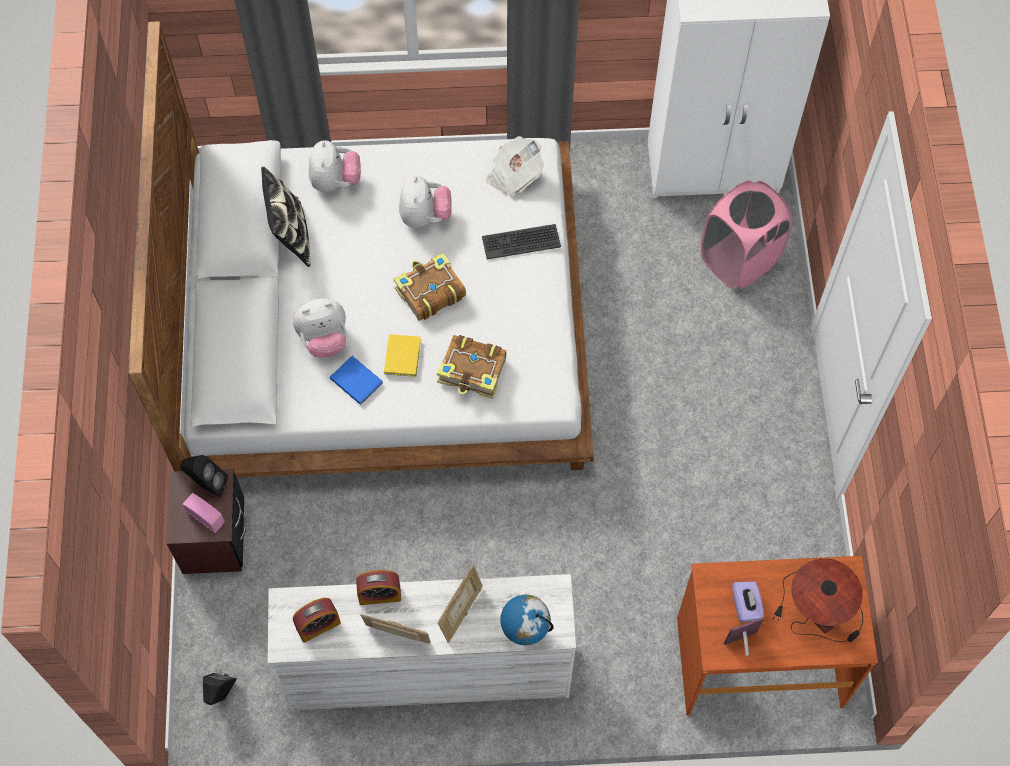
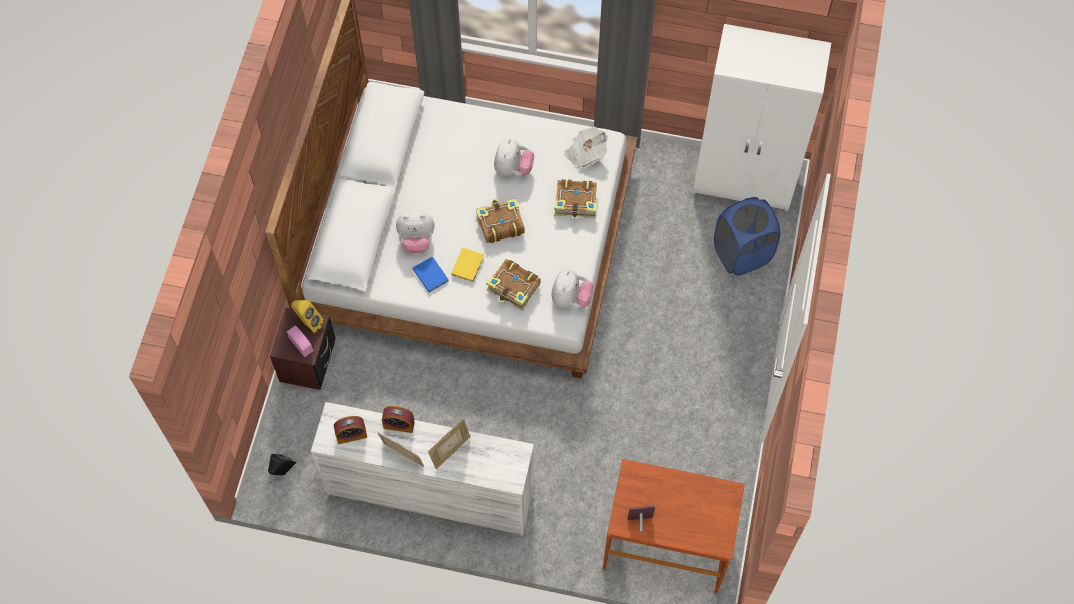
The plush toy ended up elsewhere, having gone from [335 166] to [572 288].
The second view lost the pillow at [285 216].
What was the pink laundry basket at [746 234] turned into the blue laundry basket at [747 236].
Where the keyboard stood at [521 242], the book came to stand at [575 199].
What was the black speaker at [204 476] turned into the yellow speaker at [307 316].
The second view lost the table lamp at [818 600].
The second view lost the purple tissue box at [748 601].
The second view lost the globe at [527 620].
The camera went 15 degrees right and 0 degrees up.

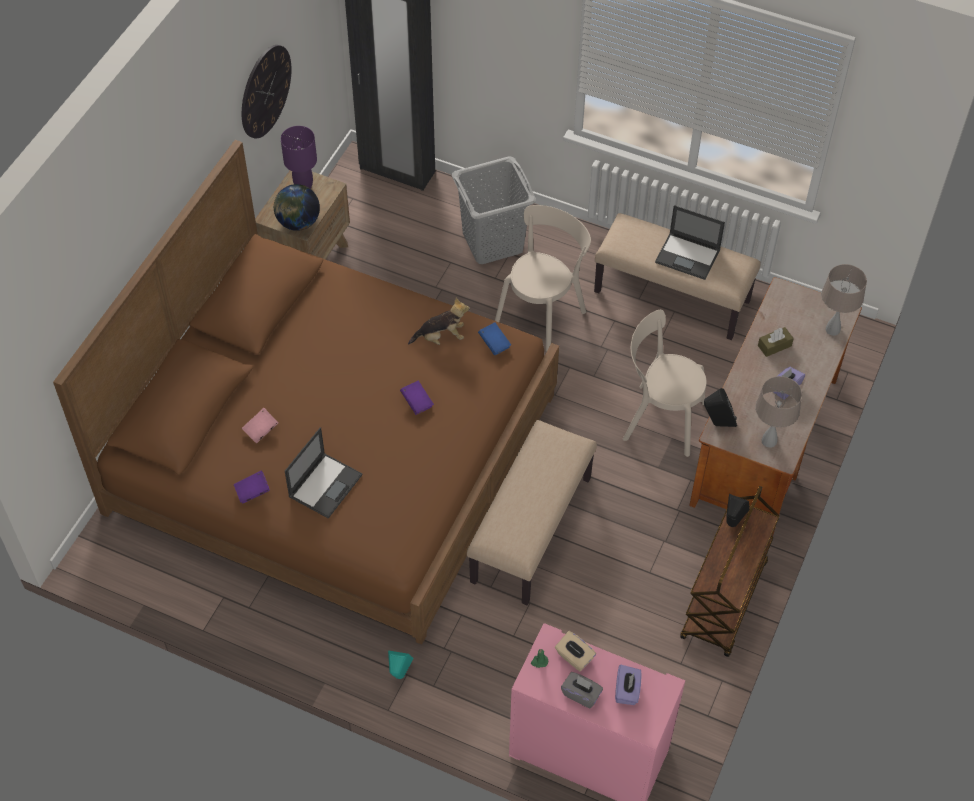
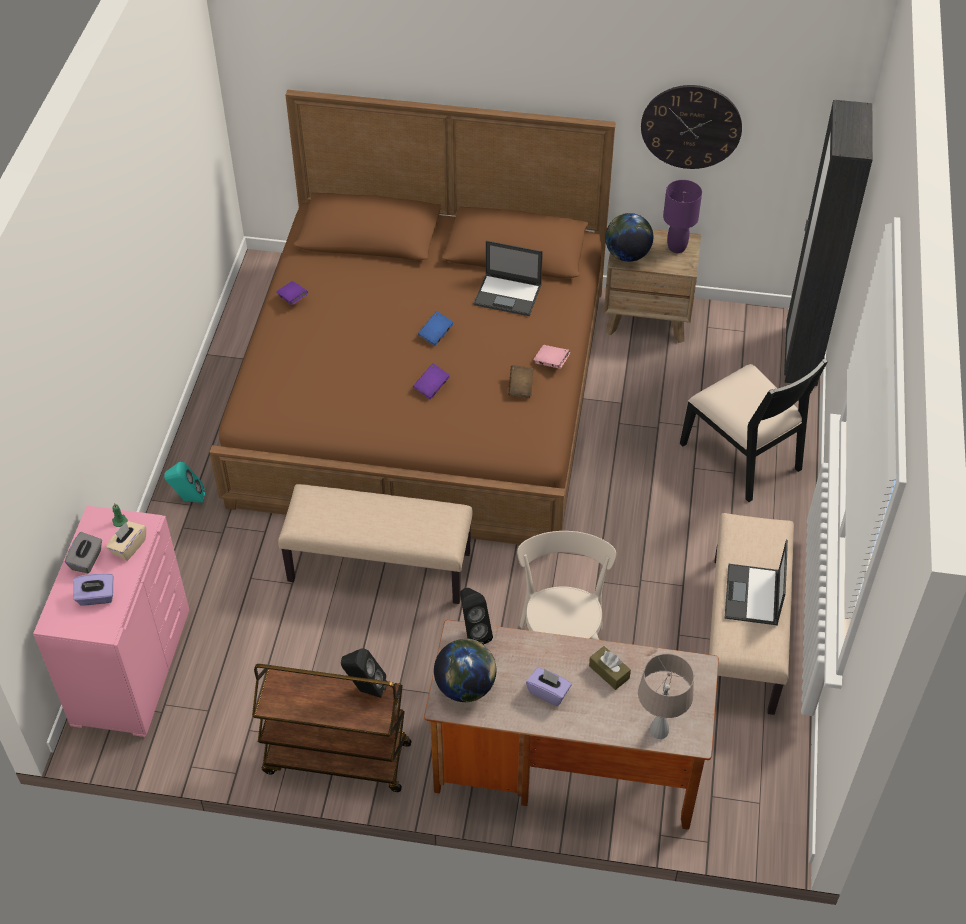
Where the grey laundry basket stood at [494 210], the black chair came to stand at [754 430].
The second view lost the beige chair at [543 278].
Where the plush toy stood at [438 321], the brown book came to stand at [521 381].
The blue book ended up elsewhere, having gone from [494 339] to [435 328].
Where the beige table lamp stood at [778 412], the globe came to stand at [465 671].
The pink book ended up elsewhere, having gone from [260 425] to [552 357].
The laptop ended up elsewhere, having gone from [323 473] to [508 278].
The camera went 75 degrees right and 5 degrees down.

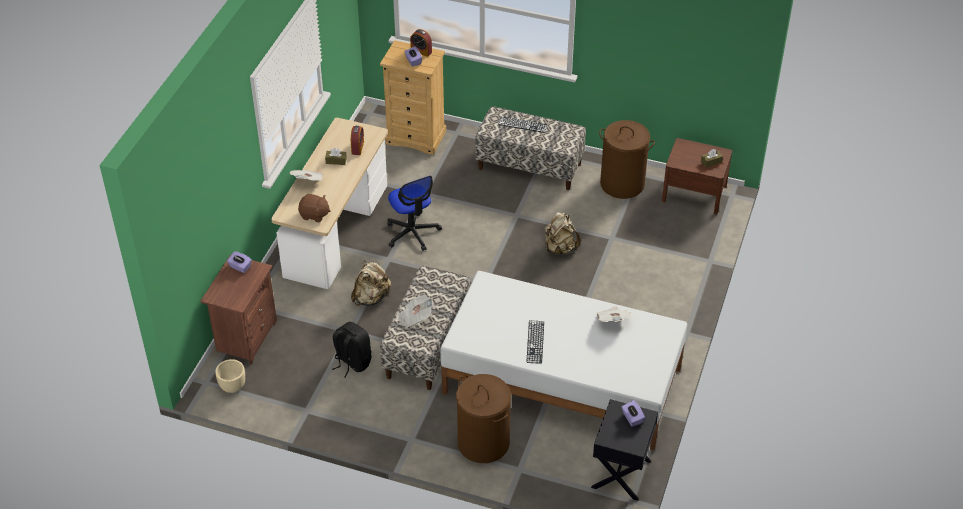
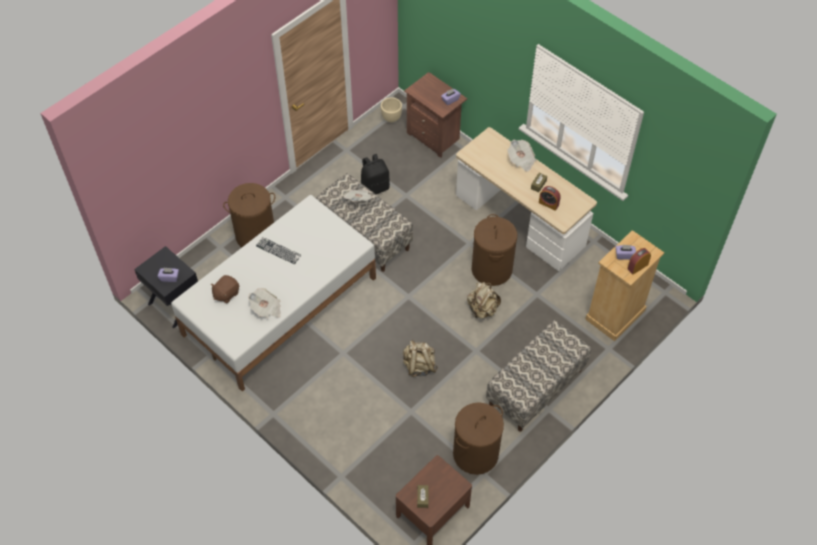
The second view lost the keyboard at [523 124].
Where the office chair stood at [414 213], the brown laundry basket came to stand at [494 250].
The brown plush toy ended up elsewhere, having gone from [314 208] to [225 289].
The beige backpack ended up elsewhere, having gone from [371 283] to [484 300].
The camera went 115 degrees right and 10 degrees up.

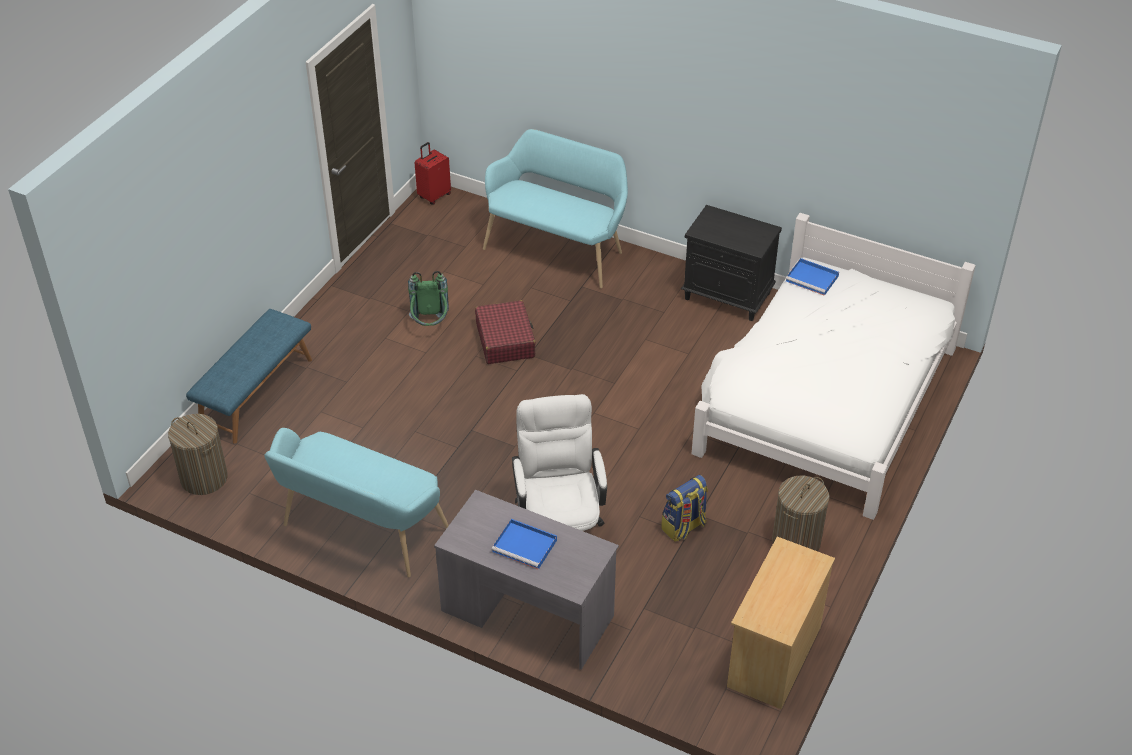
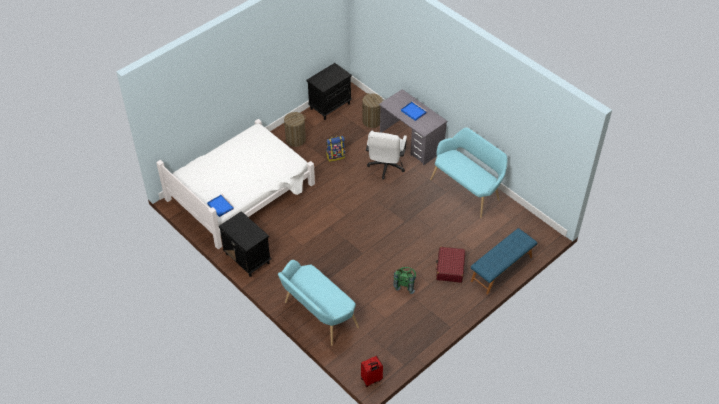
The red suitcase ended up elsewhere, having gone from [505 332] to [450 265].
The laundry basket ended up elsewhere, having gone from [198 454] to [372 110].
Where the beige dresser stood at [781 623], the black nightstand came to stand at [329 91].
The camera went 160 degrees left and 5 degrees up.

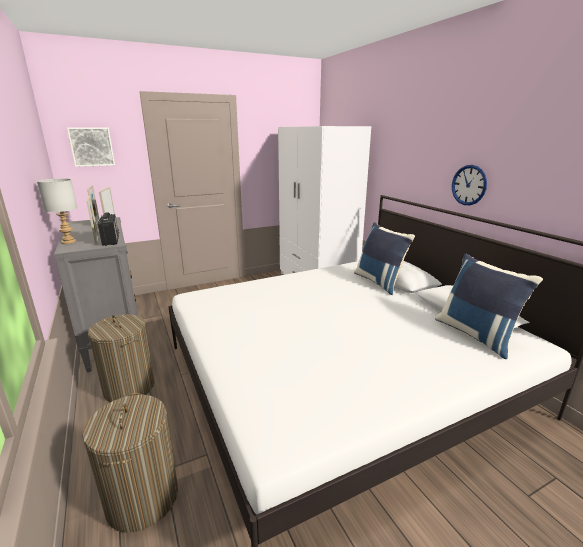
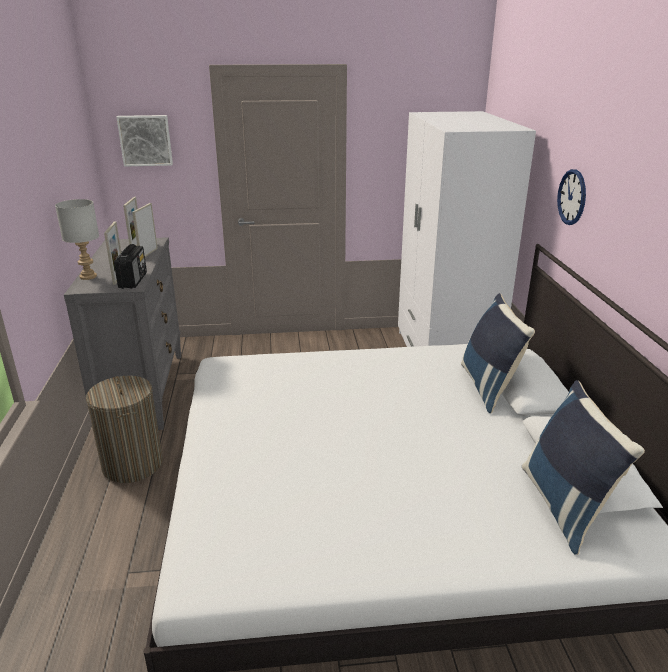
The wall clock ended up elsewhere, having gone from [469 185] to [571 197].
The second view lost the laundry basket at [130 463].
The camera went 20 degrees right and 5 degrees up.

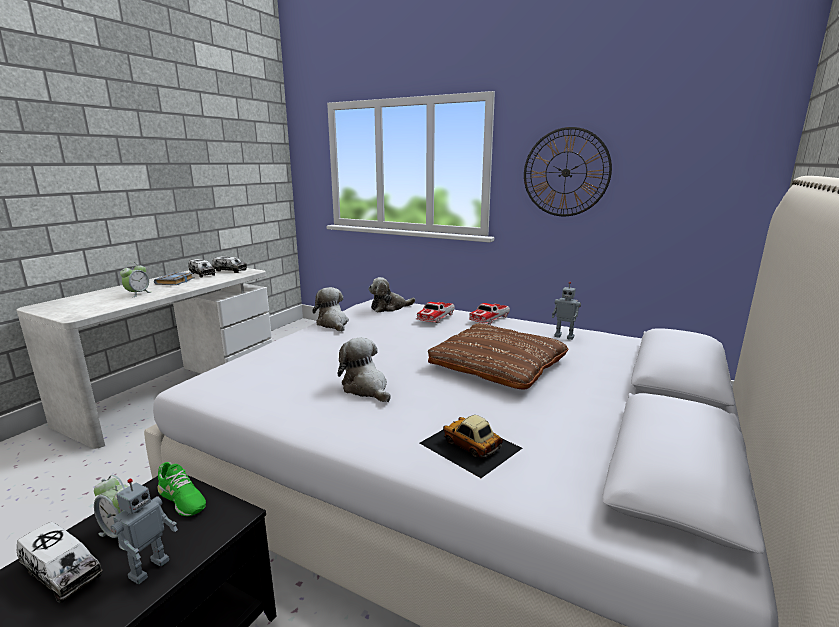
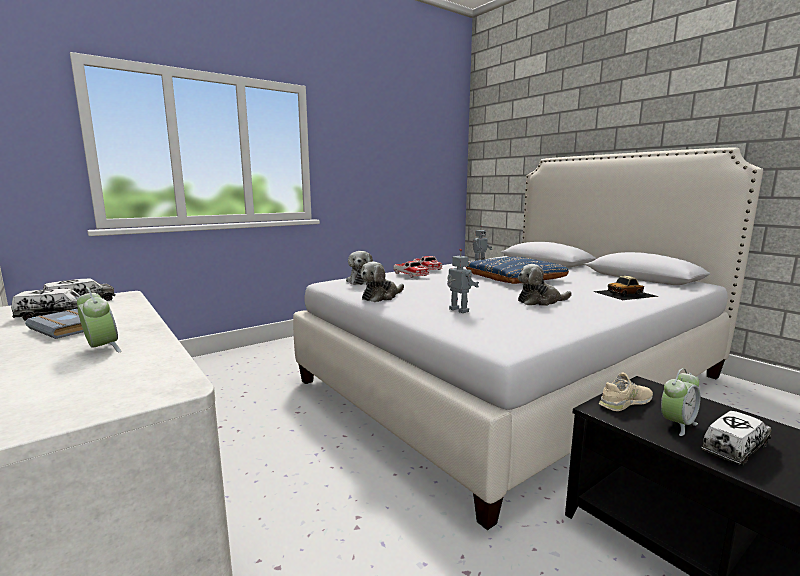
The second view lost the wall clock at [568 171].
The plush toy at [330 309] ended up facing another way, 45 degrees counterclockwise from before.
What was the brown pillow at [498 356] turned into the blue pillow at [517 270].
What was the green shoe at [181 489] turned into the beige shoe at [626 392].
The toy robot ended up elsewhere, having gone from [144 531] to [463 281].
The camera went 65 degrees left and 5 degrees down.

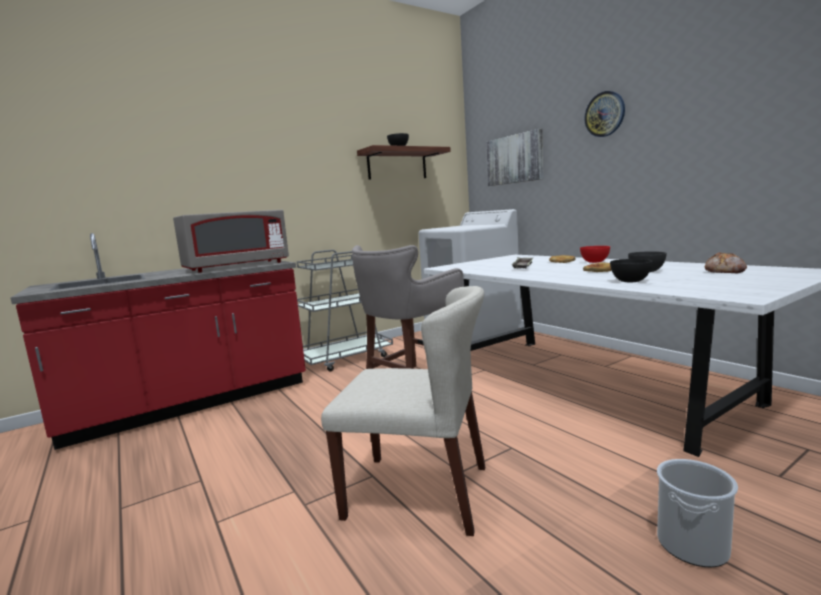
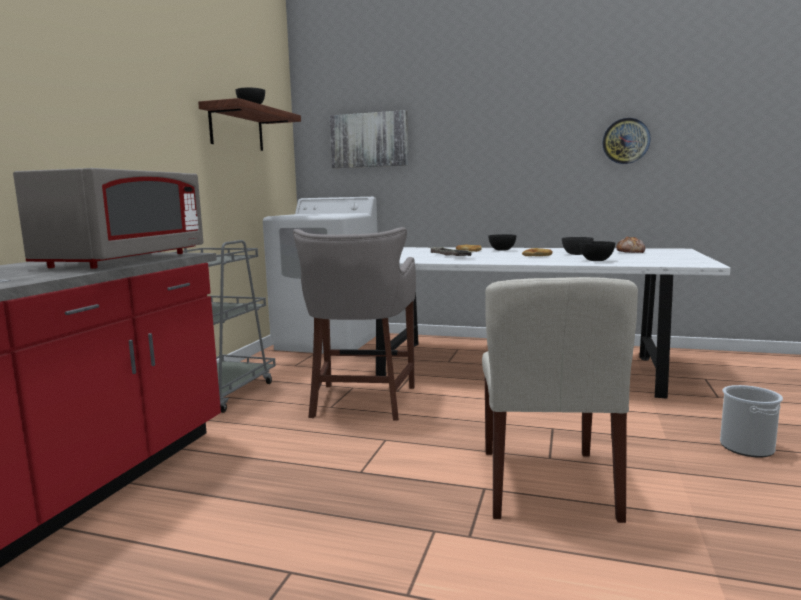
The wall clock ended up elsewhere, having gone from [604 114] to [626 141].
What was the red bowl at [595 254] turned into the black bowl at [502 242].
The beige chair at [403 411] ended up facing another way, 120 degrees clockwise from before.
The camera went 40 degrees left and 0 degrees up.

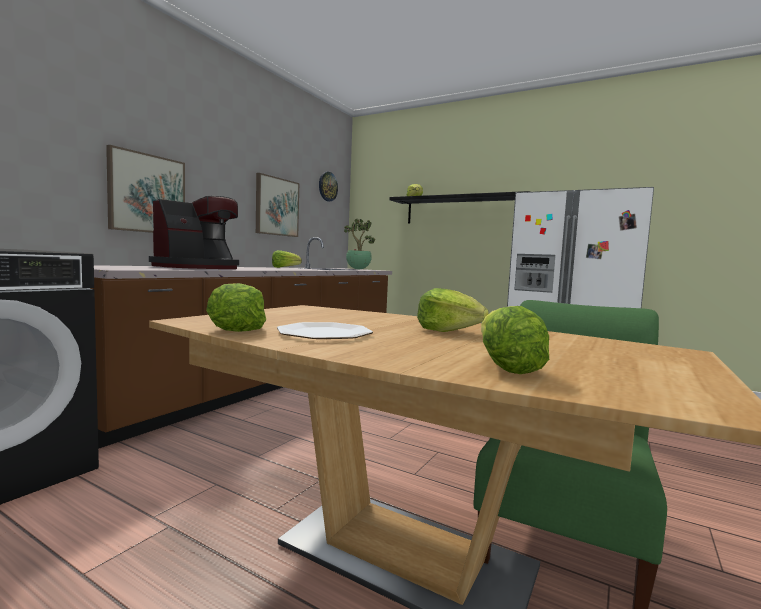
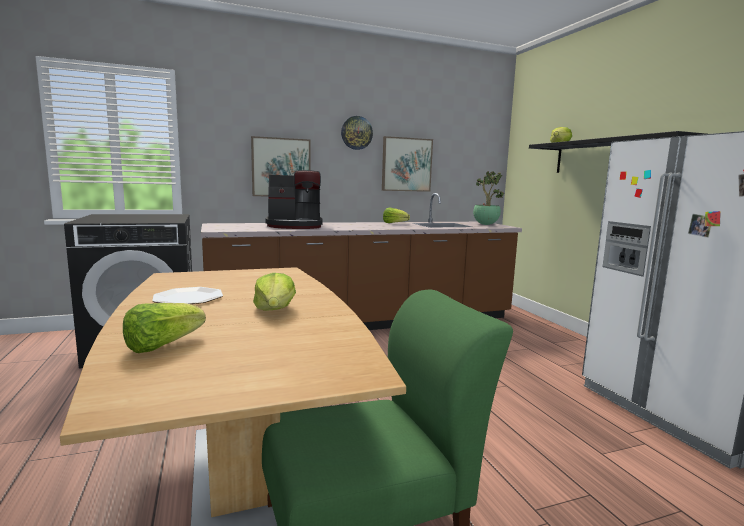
The wall clock ended up elsewhere, having gone from [328 187] to [357 133].
The second view lost the lettuce at [236 307].
The camera went 40 degrees right and 5 degrees up.

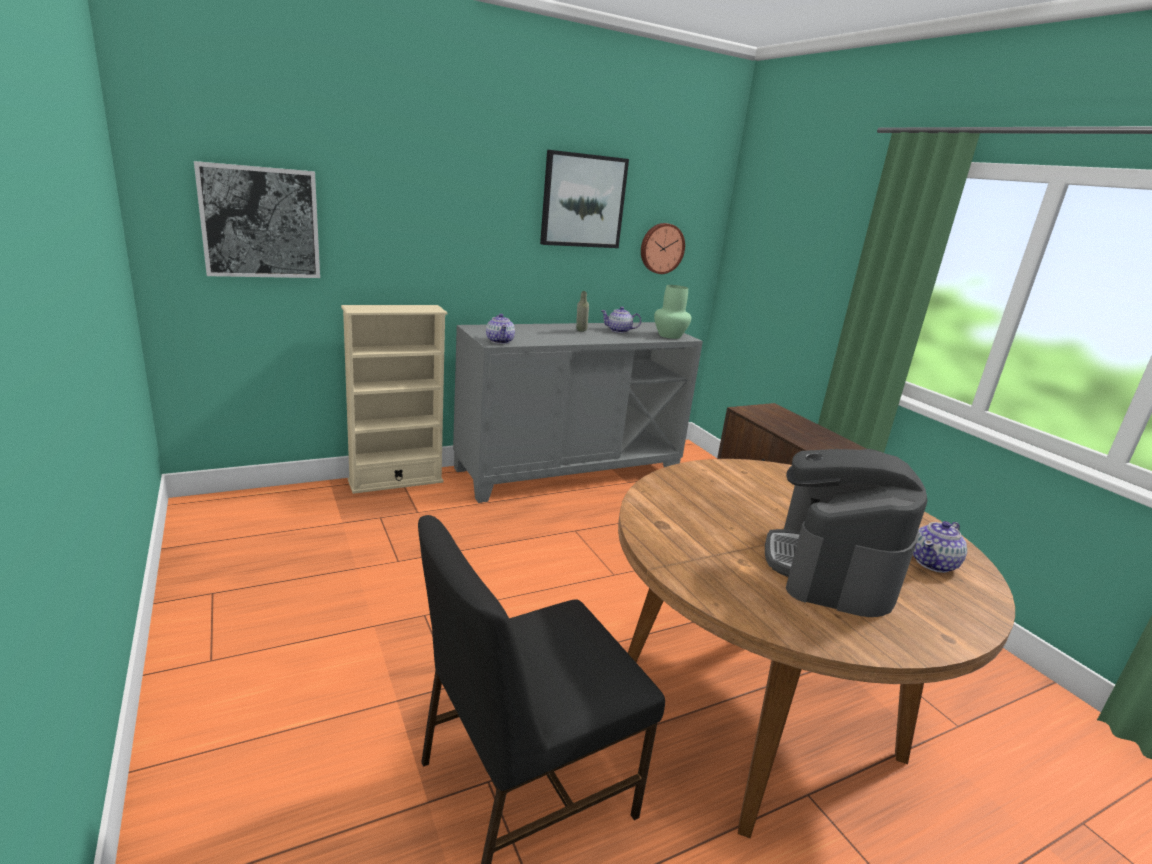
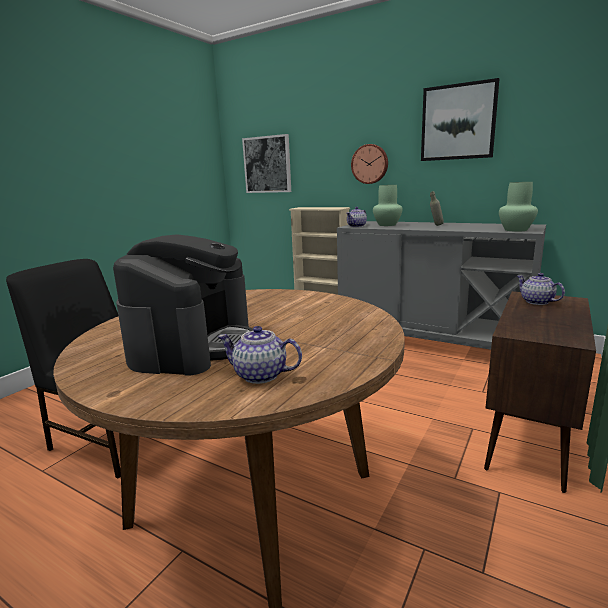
The wall clock ended up elsewhere, having gone from [663 248] to [369 164].
The teapot ended up elsewhere, having gone from [621 320] to [541 289].
The coffee machine at [846 533] ended up facing another way, 120 degrees clockwise from before.
The second view gained the green vase at [388 205].
The camera went 60 degrees right and 5 degrees down.

